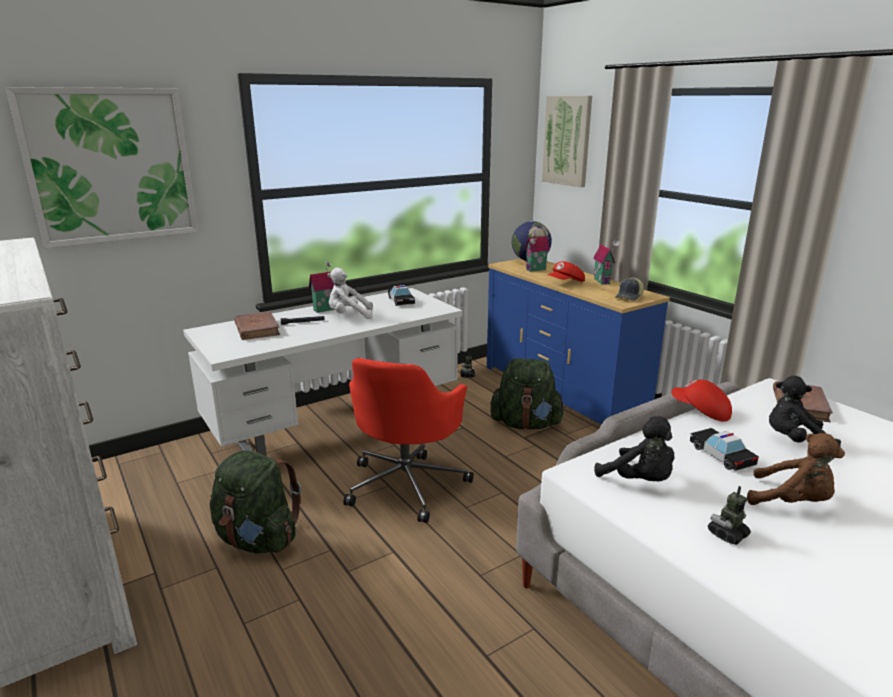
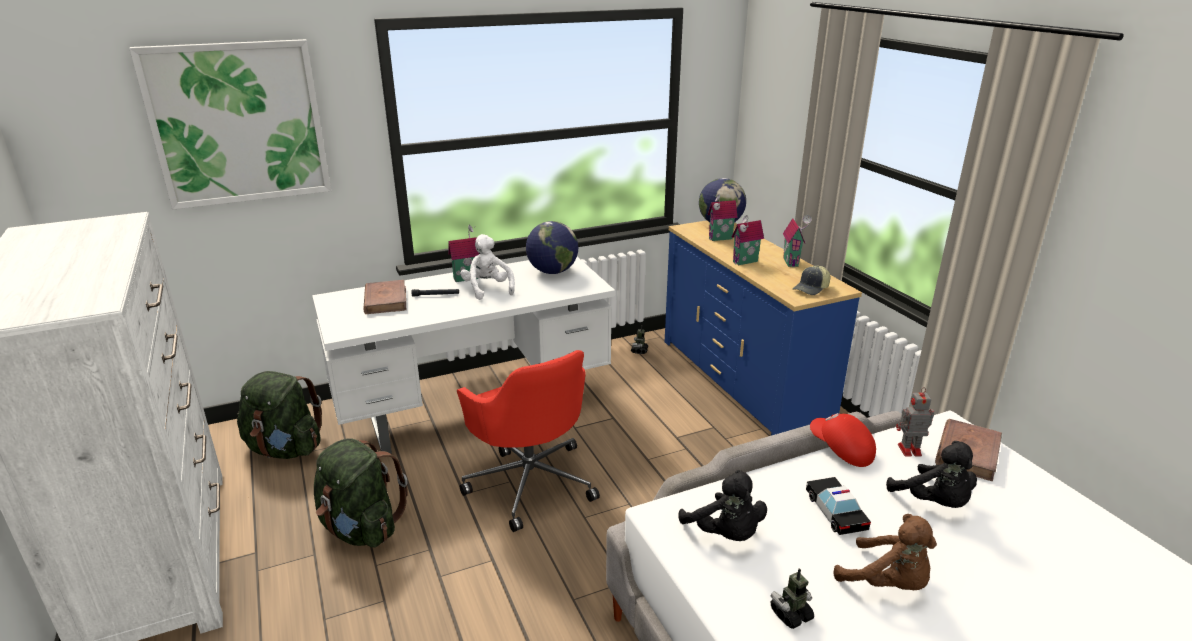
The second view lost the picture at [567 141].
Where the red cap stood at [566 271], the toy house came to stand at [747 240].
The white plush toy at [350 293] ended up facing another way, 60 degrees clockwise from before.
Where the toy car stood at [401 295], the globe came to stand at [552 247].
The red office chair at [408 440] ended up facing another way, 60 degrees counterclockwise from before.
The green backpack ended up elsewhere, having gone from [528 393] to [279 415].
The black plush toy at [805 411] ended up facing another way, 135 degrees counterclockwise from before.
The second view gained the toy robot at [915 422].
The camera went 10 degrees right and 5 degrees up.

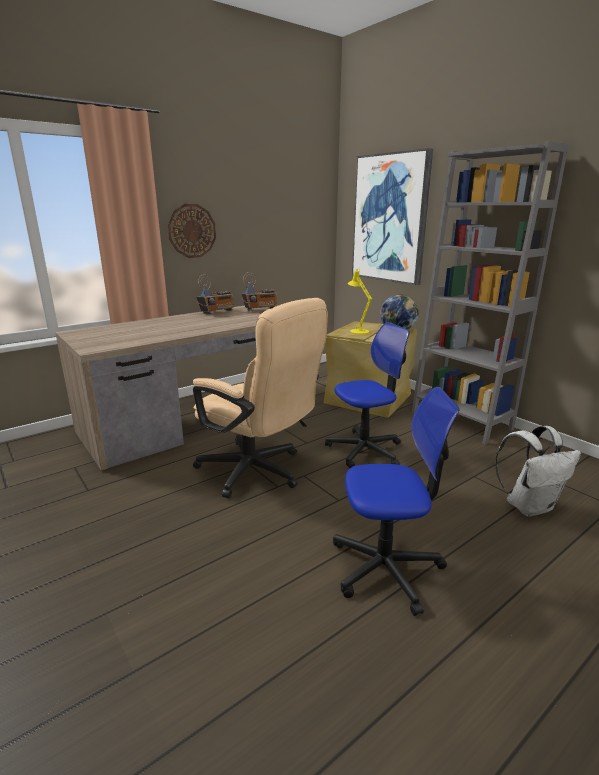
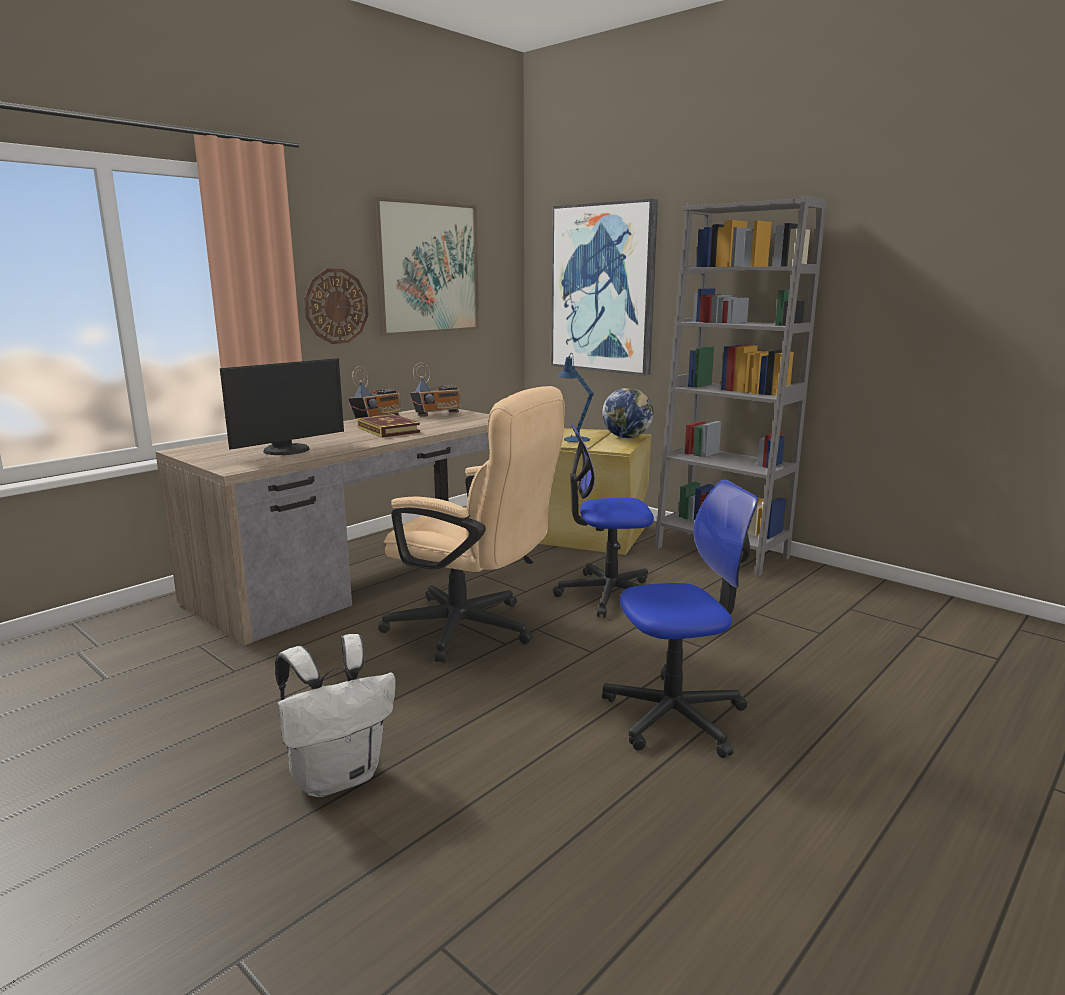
What was the yellow table lamp at [360 301] turned into the blue table lamp at [575 397].
The office chair at [367 395] ended up facing another way, 150 degrees counterclockwise from before.
The white backpack ended up elsewhere, having gone from [538 471] to [335 715].
The second view gained the picture at [426 266].
The second view gained the monitor at [282 406].
The second view gained the book at [388 426].
The camera went 10 degrees left and 5 degrees down.

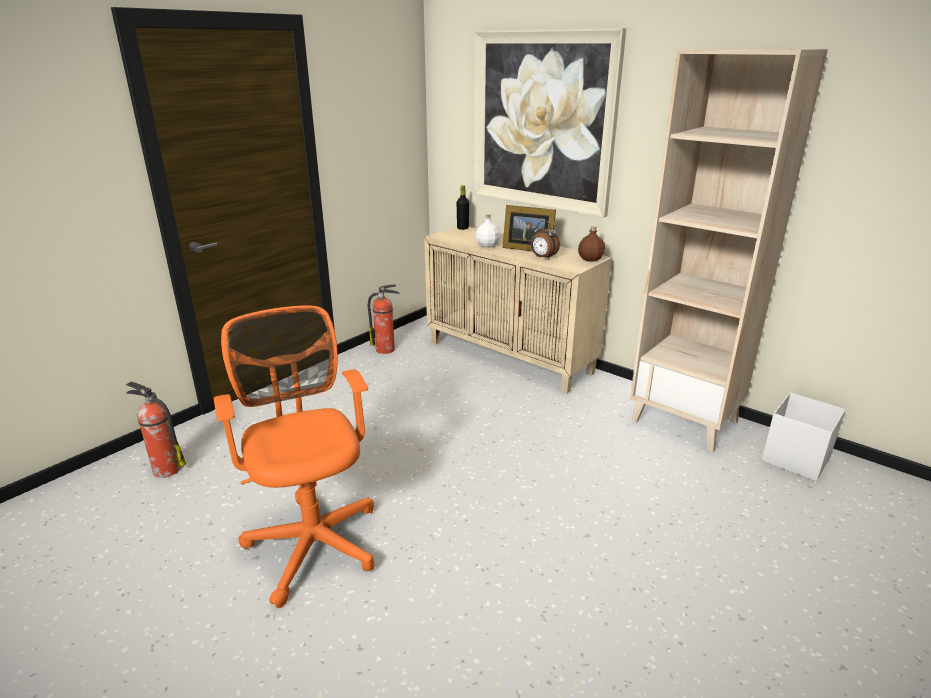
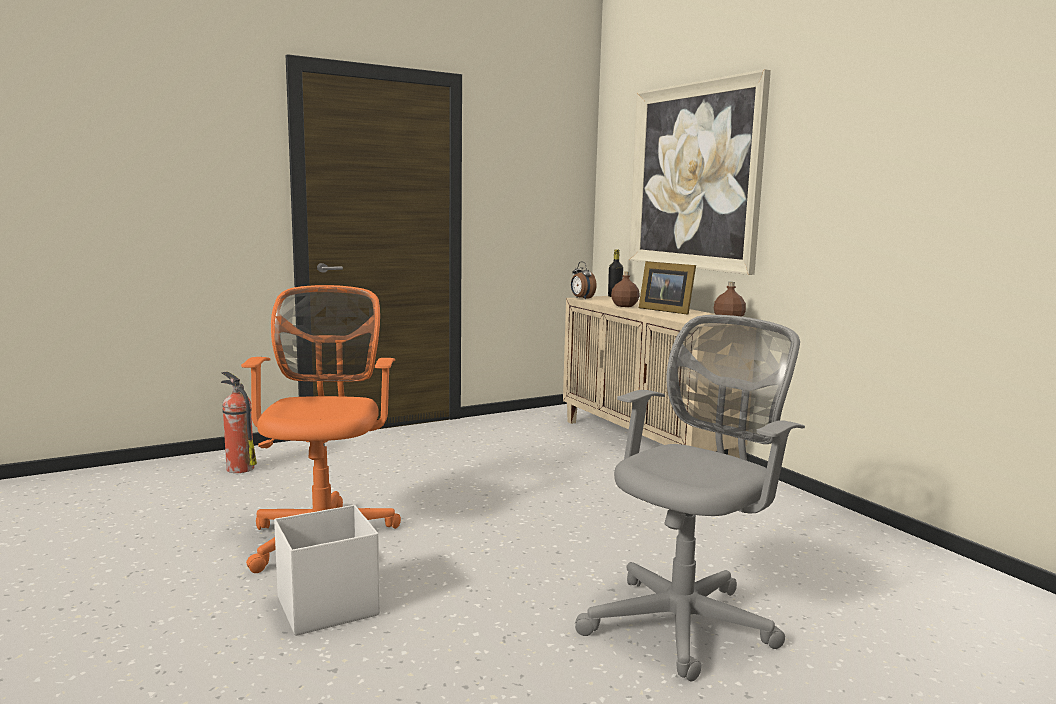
The second view lost the beige bookcase at [729 250].
What was the white bottle at [488 231] turned into the brown bottle at [625 289].
The alarm clock ended up elsewhere, having gone from [545 240] to [583 281].
The second view lost the fire extinguisher at [384 319].
The white storage box ended up elsewhere, having gone from [804 436] to [327 570].
The second view gained the grey office chair at [690 498].
The camera went 20 degrees right and 15 degrees down.

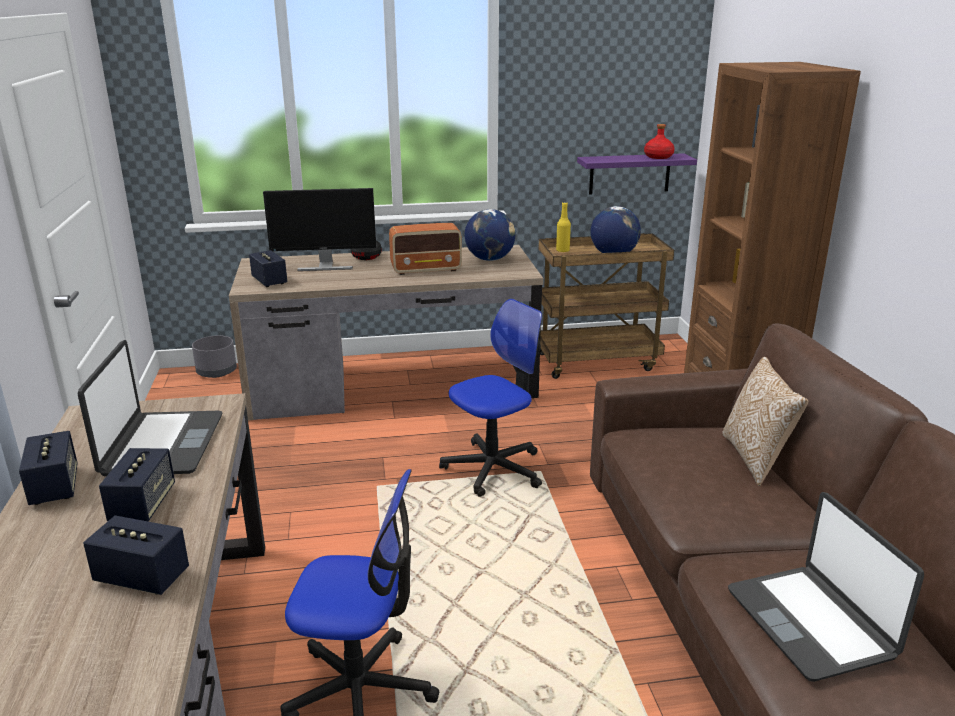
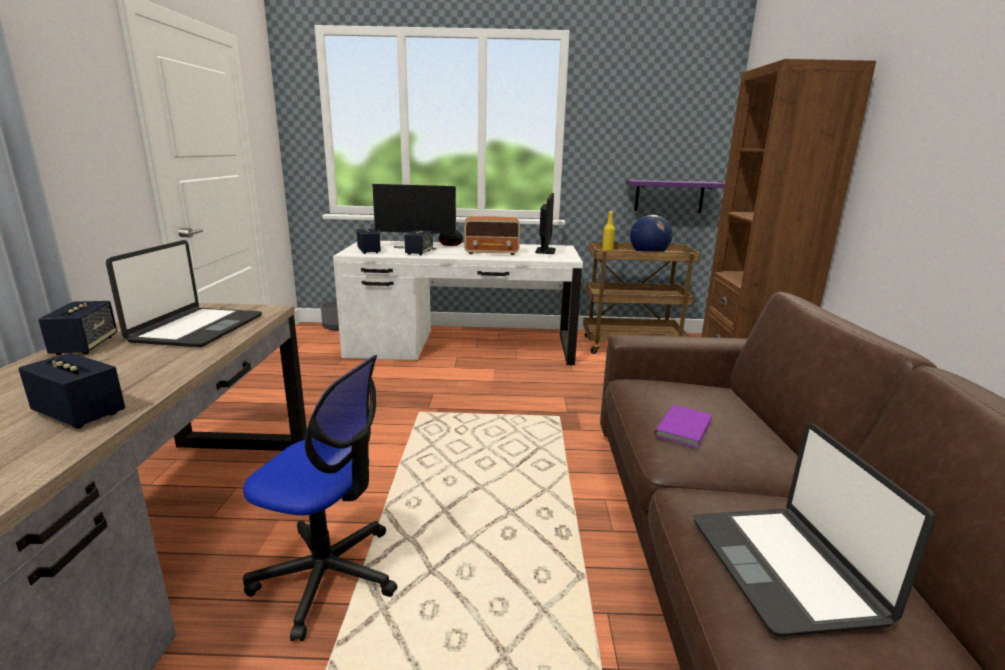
The second view lost the red bottle at [659 141].
Where the globe stood at [490 235], the monitor came to stand at [545 223].
What was the brown desk at [386 333] turned into the white desk at [458 303].
The second view lost the office chair at [490 398].
The second view lost the pillow at [765 421].
The speaker ended up elsewhere, having gone from [137 484] to [418 242].
The second view gained the purple book at [683 426].
The camera went 10 degrees right and 5 degrees down.

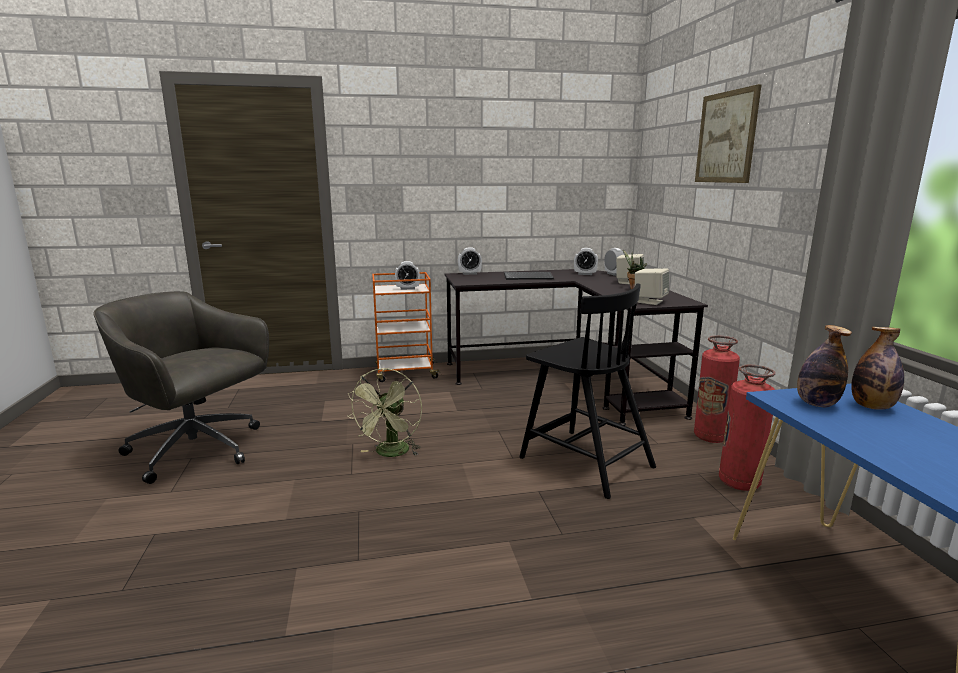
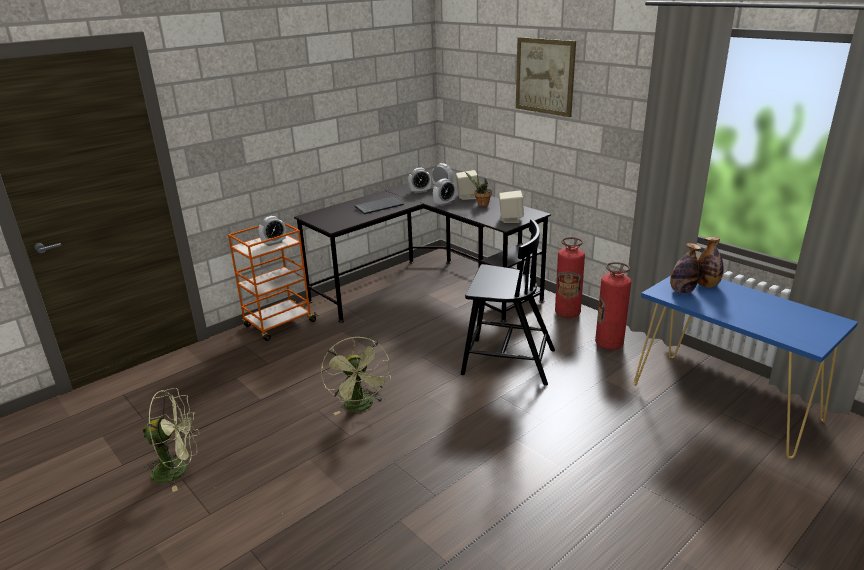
The alarm clock ended up elsewhere, having gone from [470 261] to [444 192].
Where the grey office chair stood at [181 387], the green fan came to stand at [171 440].
The camera went 30 degrees left and 10 degrees up.

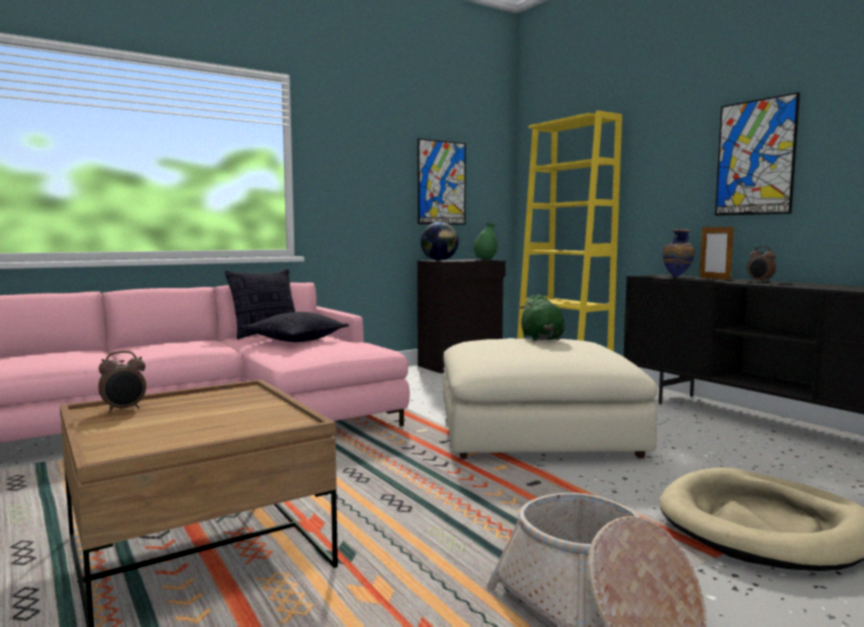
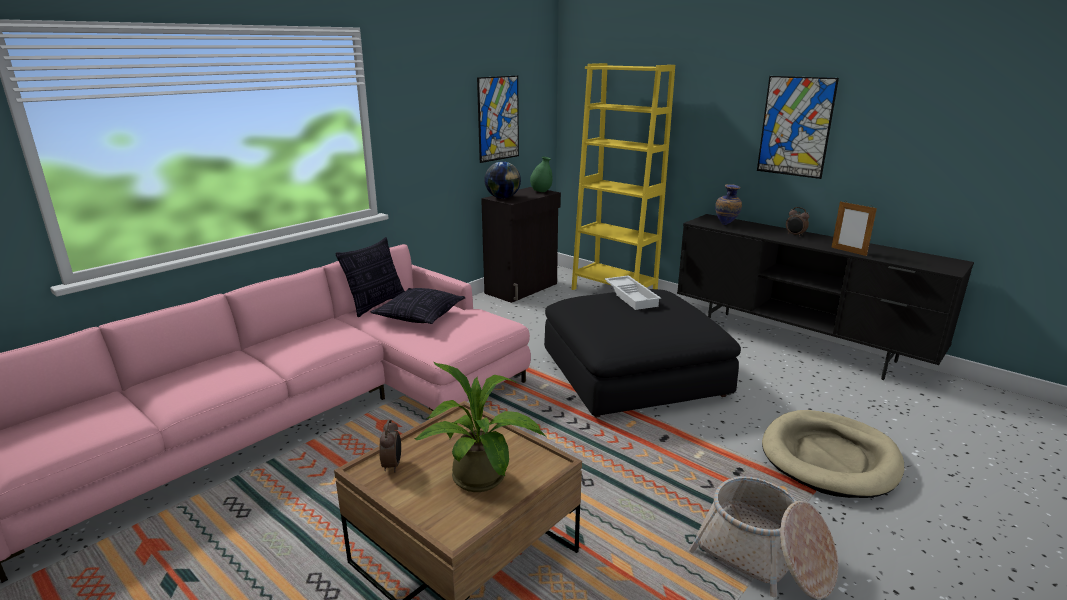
The picture frame ended up elsewhere, having gone from [716 252] to [854 228].
Where the green plush toy stood at [542 317], the white tray came to stand at [633 292].
What was the beige ottoman at [550 399] turned into the black ottoman at [642 353].
The alarm clock at [122 382] ended up facing another way, 45 degrees counterclockwise from before.
The second view gained the potted plant at [480 427].
The camera went 15 degrees left and 15 degrees up.

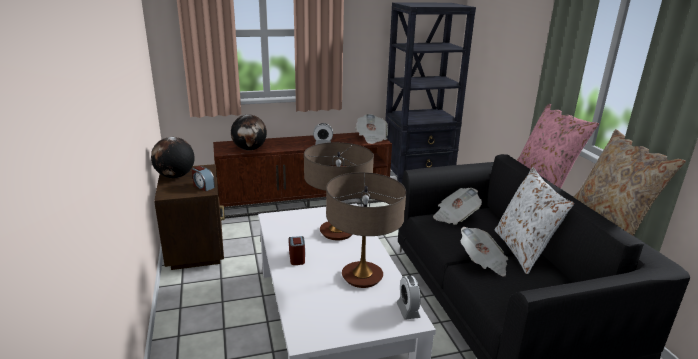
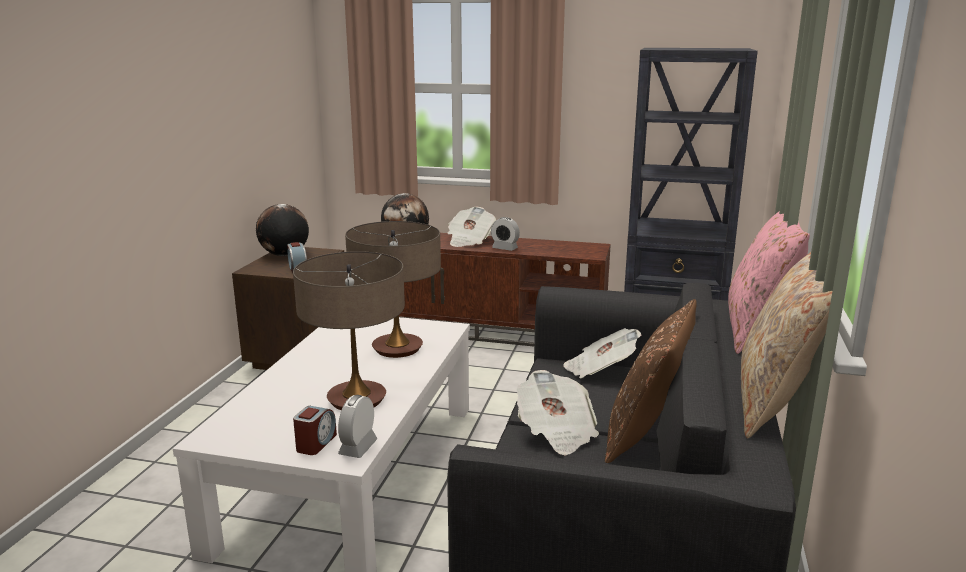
The newspaper ended up elsewhere, having gone from [372 129] to [471 227].
What was the white pillow at [534 220] turned into the brown pillow at [651 381].
The alarm clock ended up elsewhere, having gone from [297 250] to [315 430].
The camera went 30 degrees right and 5 degrees down.

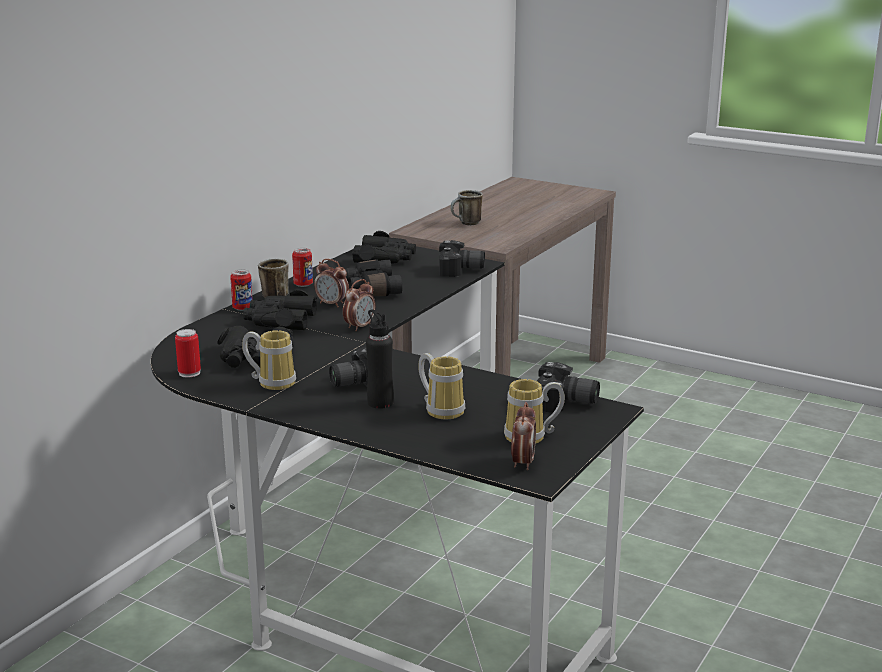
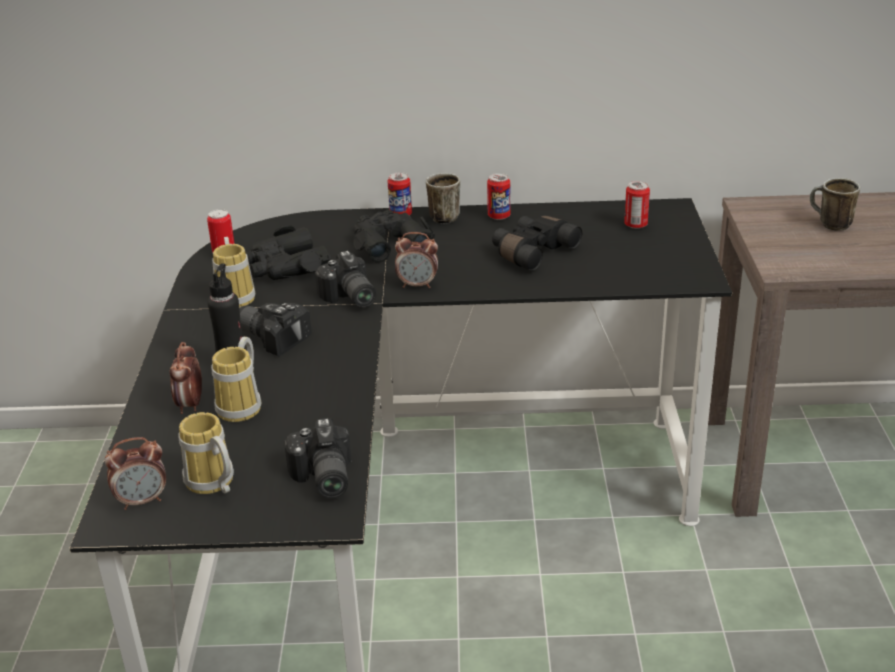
Where the black binoculars stood at [384 247], the can came to stand at [637 205].
The photo camera ended up elsewhere, having gone from [462 258] to [345 278].
The alarm clock ended up elsewhere, having gone from [331 283] to [186 378].
The camera went 60 degrees right and 10 degrees up.

